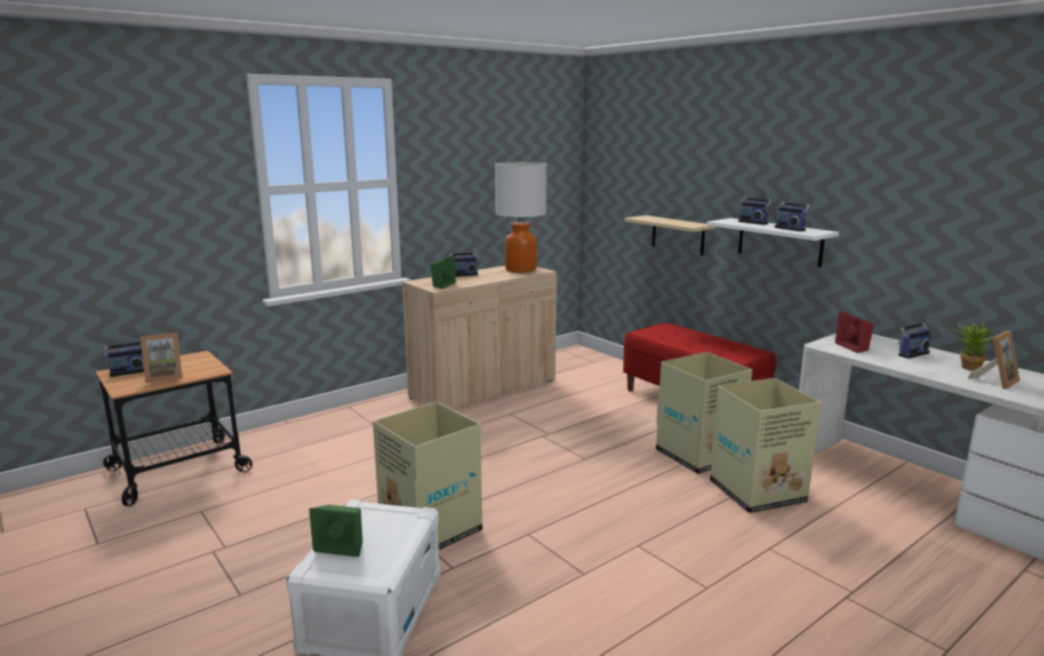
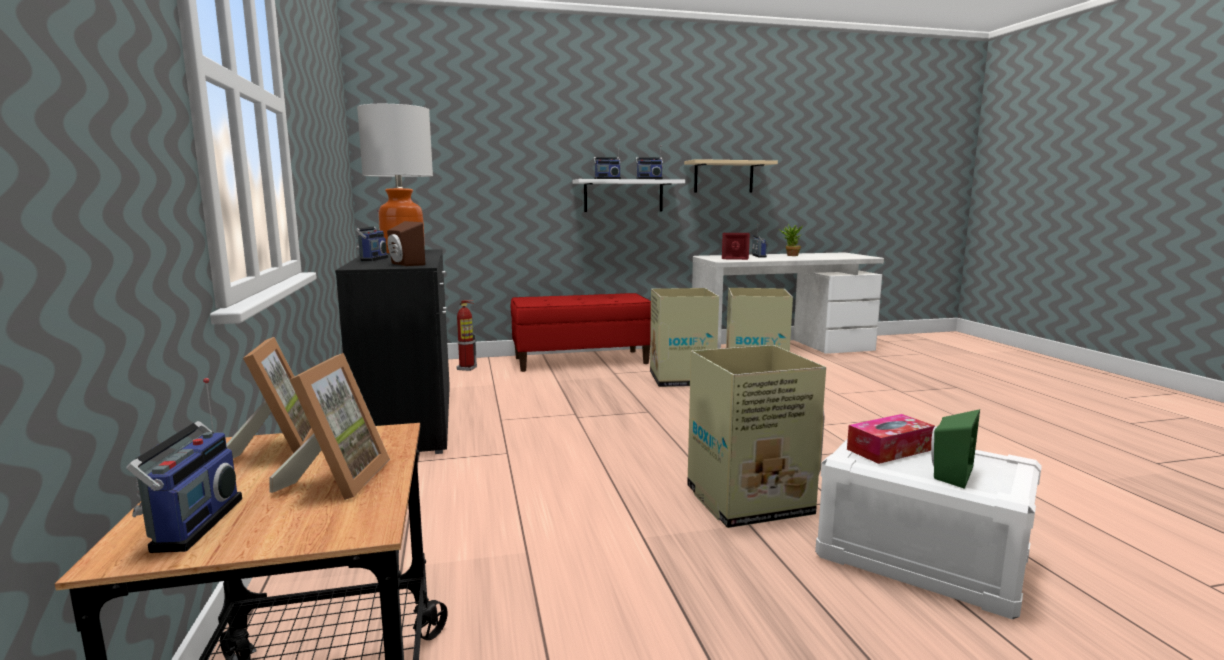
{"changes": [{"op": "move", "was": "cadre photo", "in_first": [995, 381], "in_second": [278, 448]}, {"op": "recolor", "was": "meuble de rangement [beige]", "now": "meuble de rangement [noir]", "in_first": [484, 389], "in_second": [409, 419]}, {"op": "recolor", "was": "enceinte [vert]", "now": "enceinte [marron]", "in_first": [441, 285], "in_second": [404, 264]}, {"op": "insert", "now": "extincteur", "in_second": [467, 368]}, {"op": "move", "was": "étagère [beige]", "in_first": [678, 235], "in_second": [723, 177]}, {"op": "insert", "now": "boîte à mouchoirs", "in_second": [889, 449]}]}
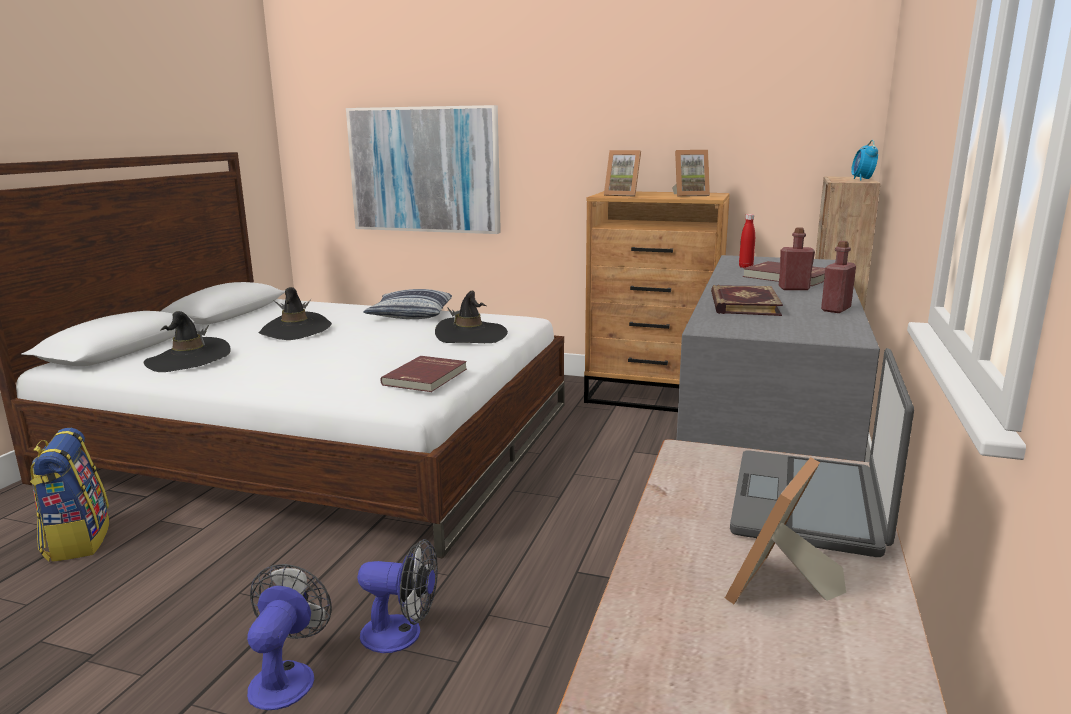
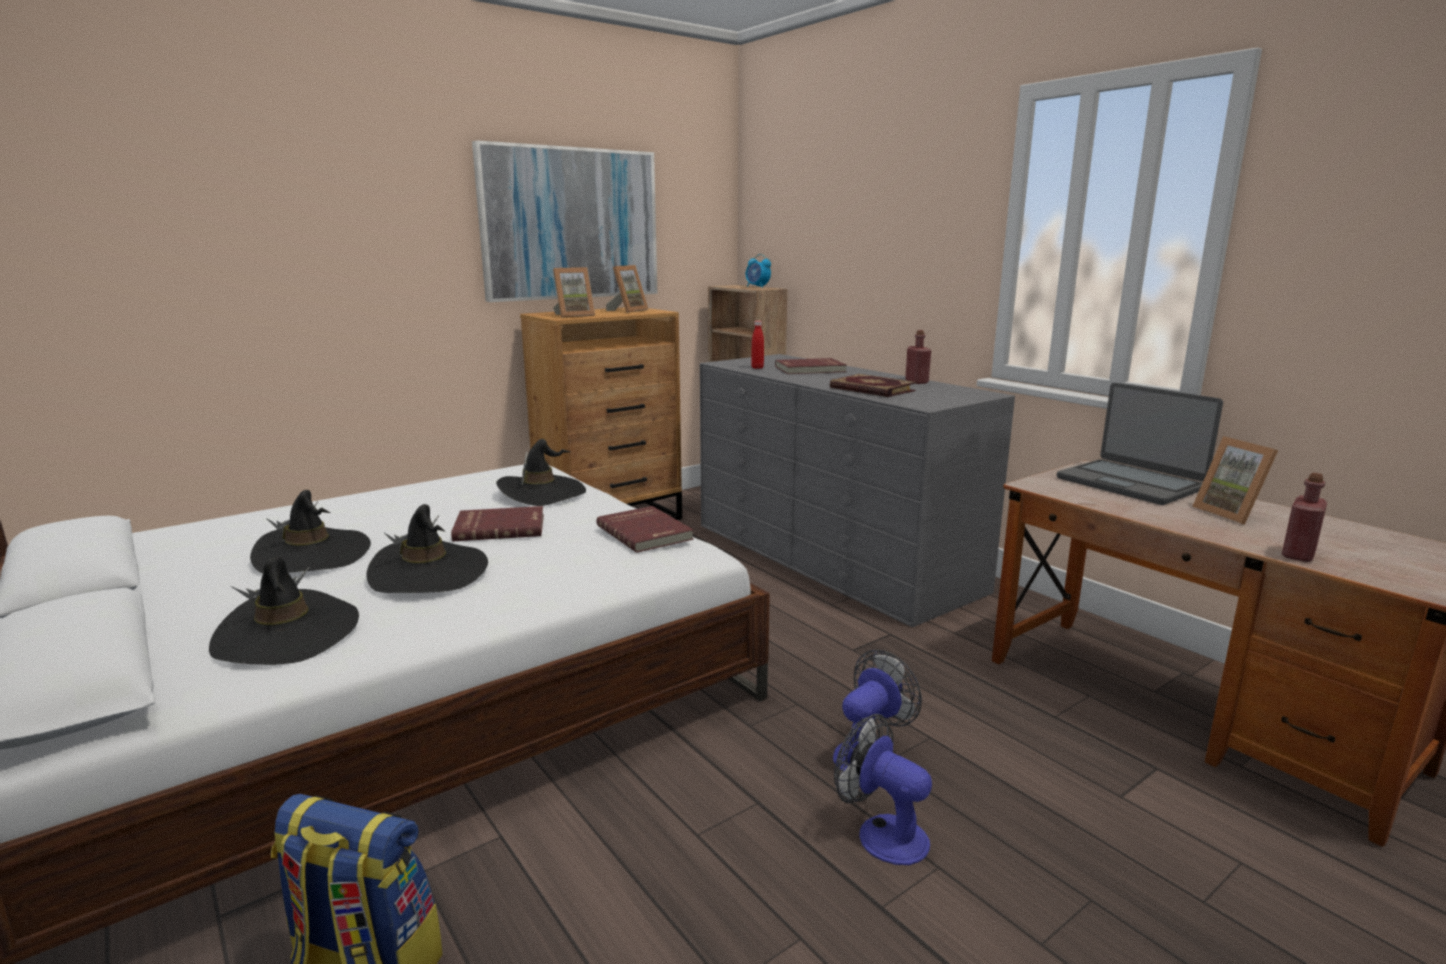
{"changes": [{"op": "insert", "now": "chapeau [noir]", "in_second": [429, 573]}, {"op": "insert", "now": "livre [rouge]", "in_second": [500, 527]}, {"op": "move", "was": "tableau", "in_first": [425, 170], "in_second": [570, 224]}, {"op": "move", "was": "bouteille [rouge]", "in_first": [794, 288], "in_second": [1298, 555]}, {"op": "delete", "was": "coussin", "in_first": [410, 314]}]}
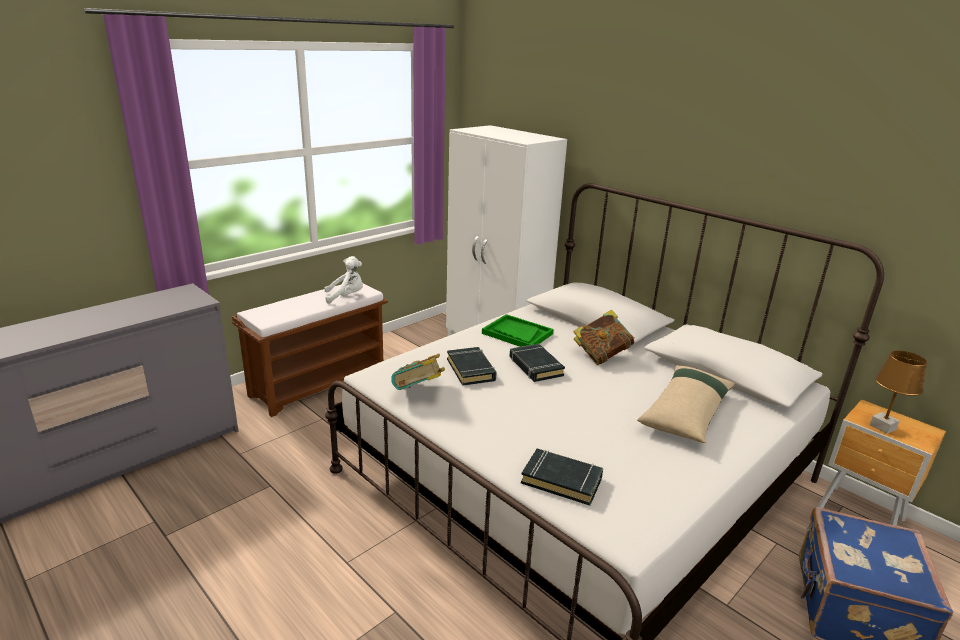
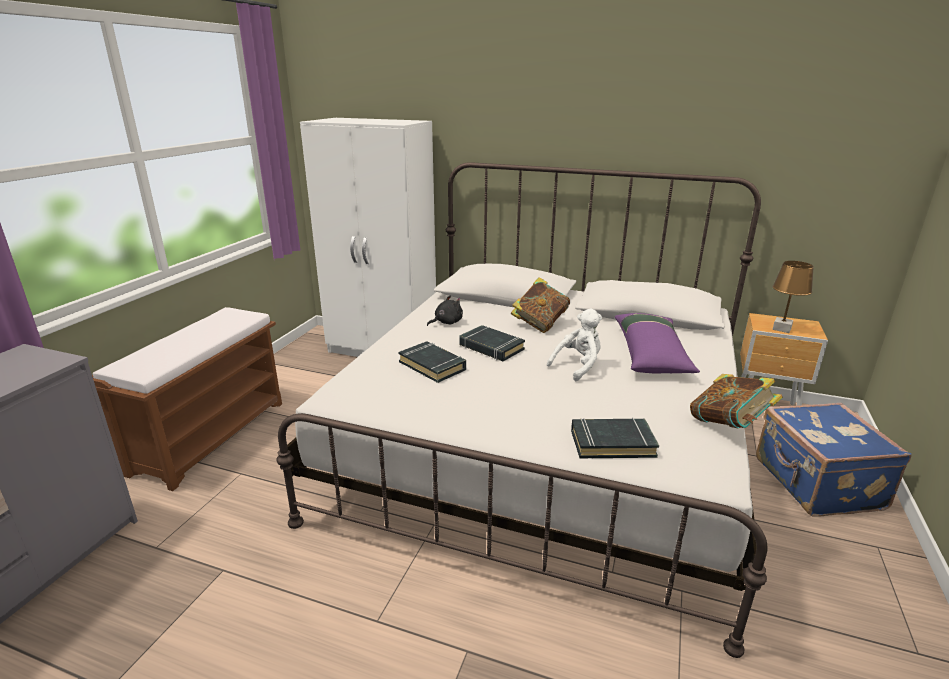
{"changes": [{"op": "replace", "was": "plateau [vert]", "now": "peluche [noir]", "in_first": [517, 333], "in_second": [446, 322]}, {"op": "move", "was": "peluche [blanc]", "in_first": [346, 297], "in_second": [578, 366]}, {"op": "recolor", "was": "coussin [beige]", "now": "coussin [violet]", "in_first": [686, 412], "in_second": [651, 353]}, {"op": "move", "was": "livre", "in_first": [419, 392], "in_second": [729, 425]}]}
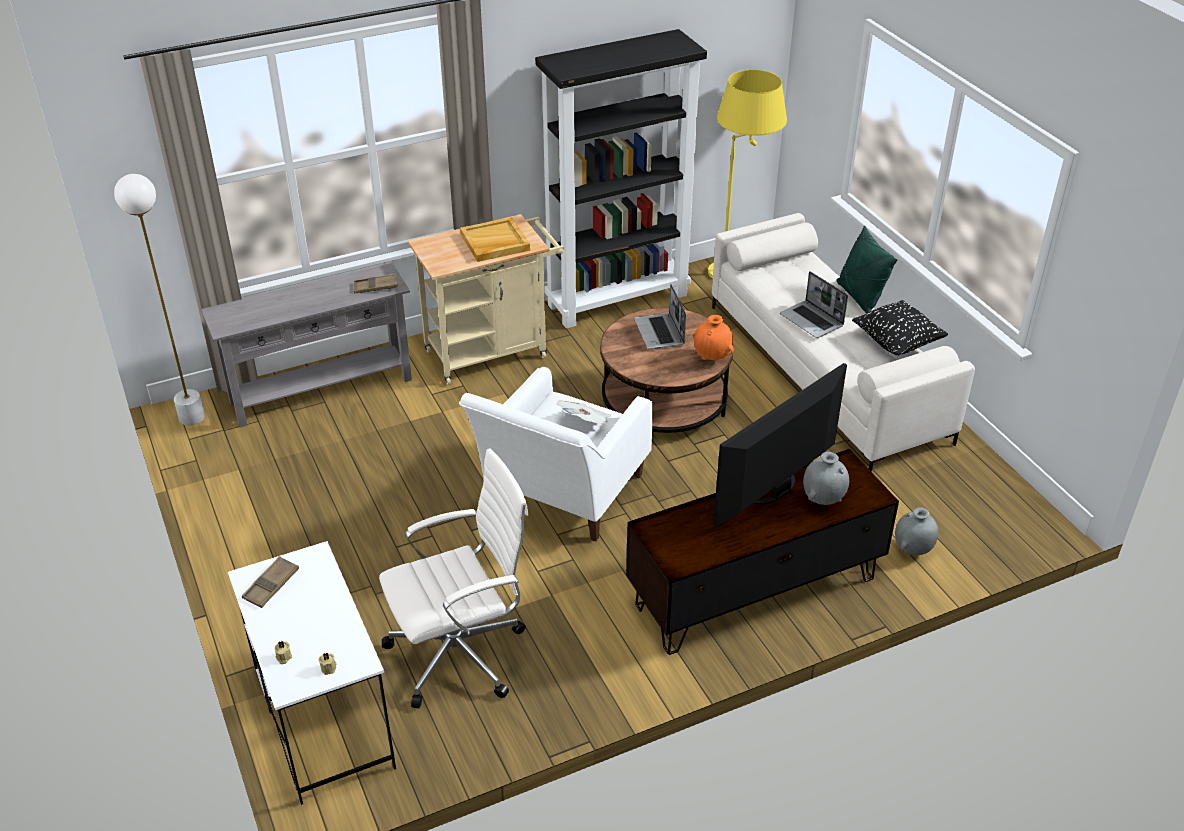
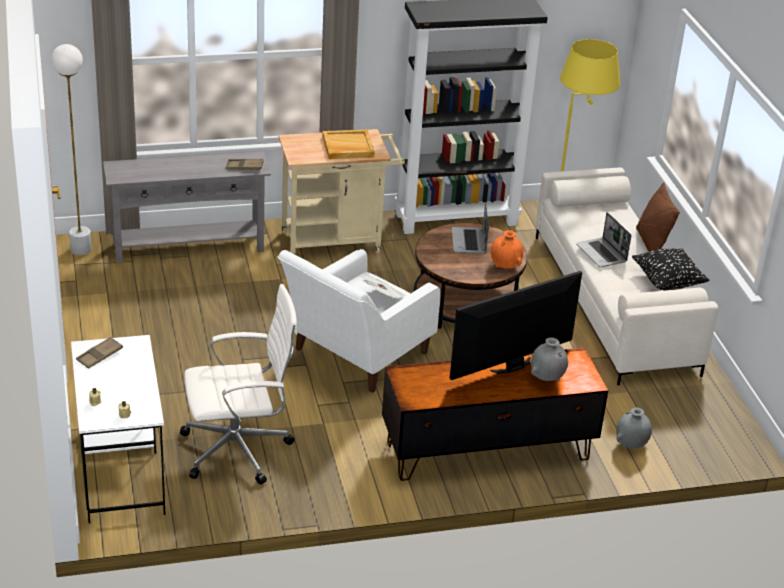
{"changes": [{"op": "recolor", "was": "coussin [vert]", "now": "coussin [marron]", "in_first": [859, 297], "in_second": [651, 243]}]}
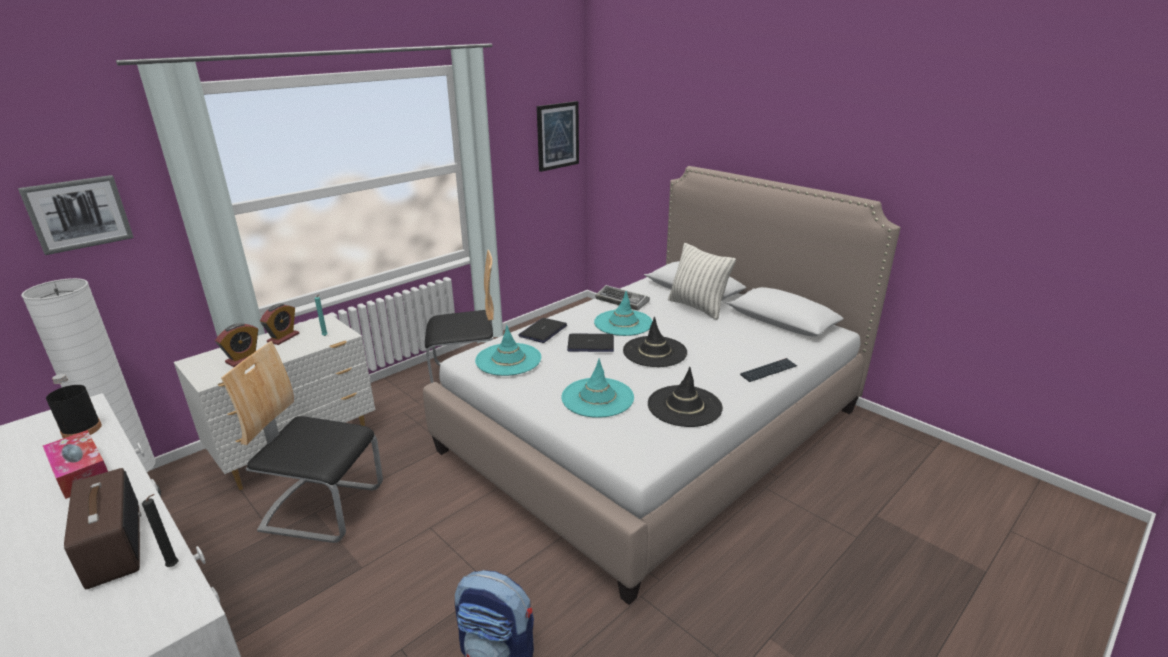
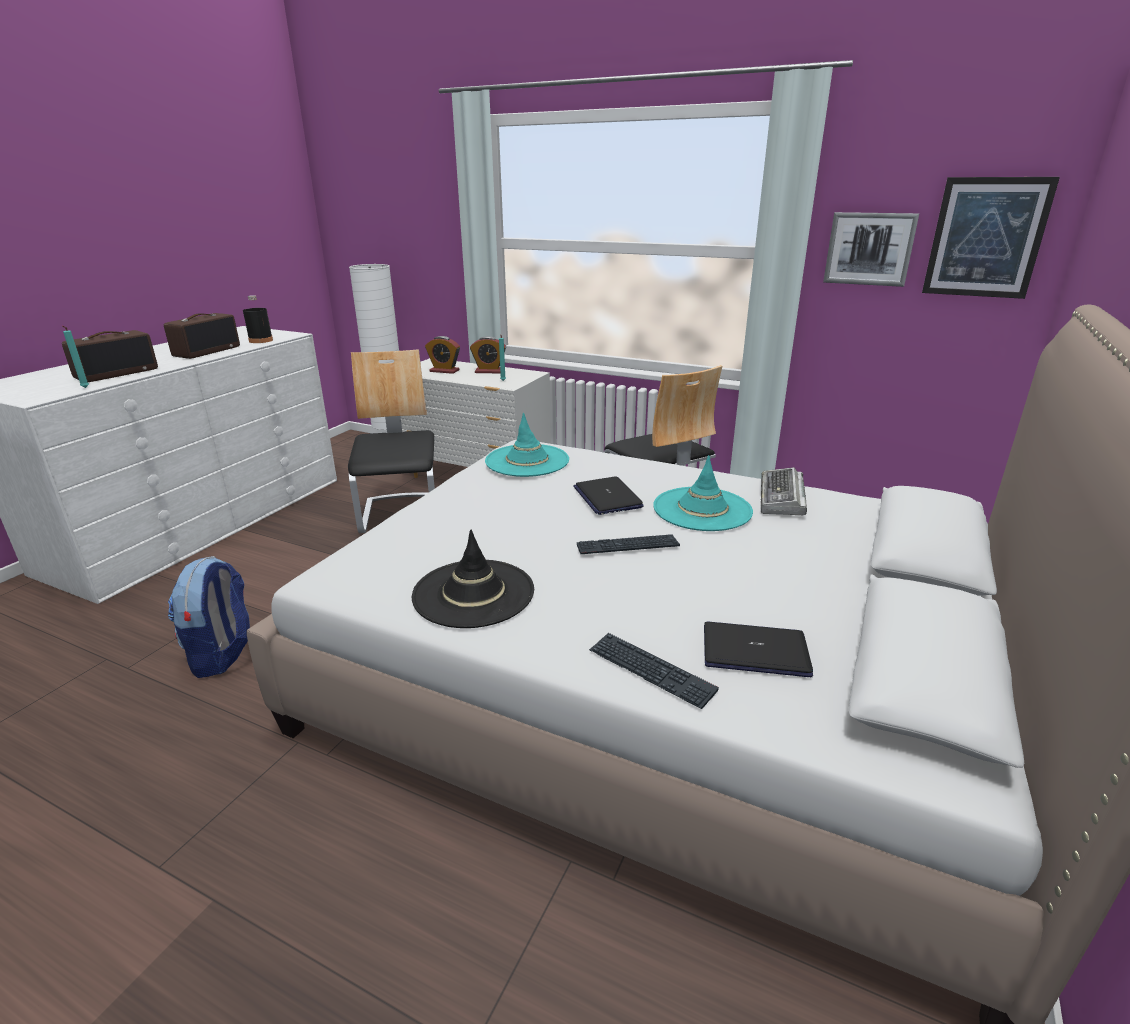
{"changes": [{"op": "recolor", "was": "bougie [noir]", "now": "bougie [turquoise]", "in_first": [175, 566], "in_second": [85, 388]}, {"op": "replace", "was": "boîte à mouchoirs", "now": "radio", "in_first": [81, 472], "in_second": [207, 351]}, {"op": "replace", "was": "chapeau [noir]", "now": "clavier", "in_first": [654, 352], "in_second": [627, 546]}, {"op": "move", "was": "ordinateur portable", "in_first": [543, 331], "in_second": [755, 651]}, {"op": "move", "was": "tableau", "in_first": [78, 214], "in_second": [869, 249]}, {"op": "delete", "was": "chapeau [turquoise]", "in_first": [597, 398]}, {"op": "delete", "was": "coussin", "in_first": [697, 307]}]}
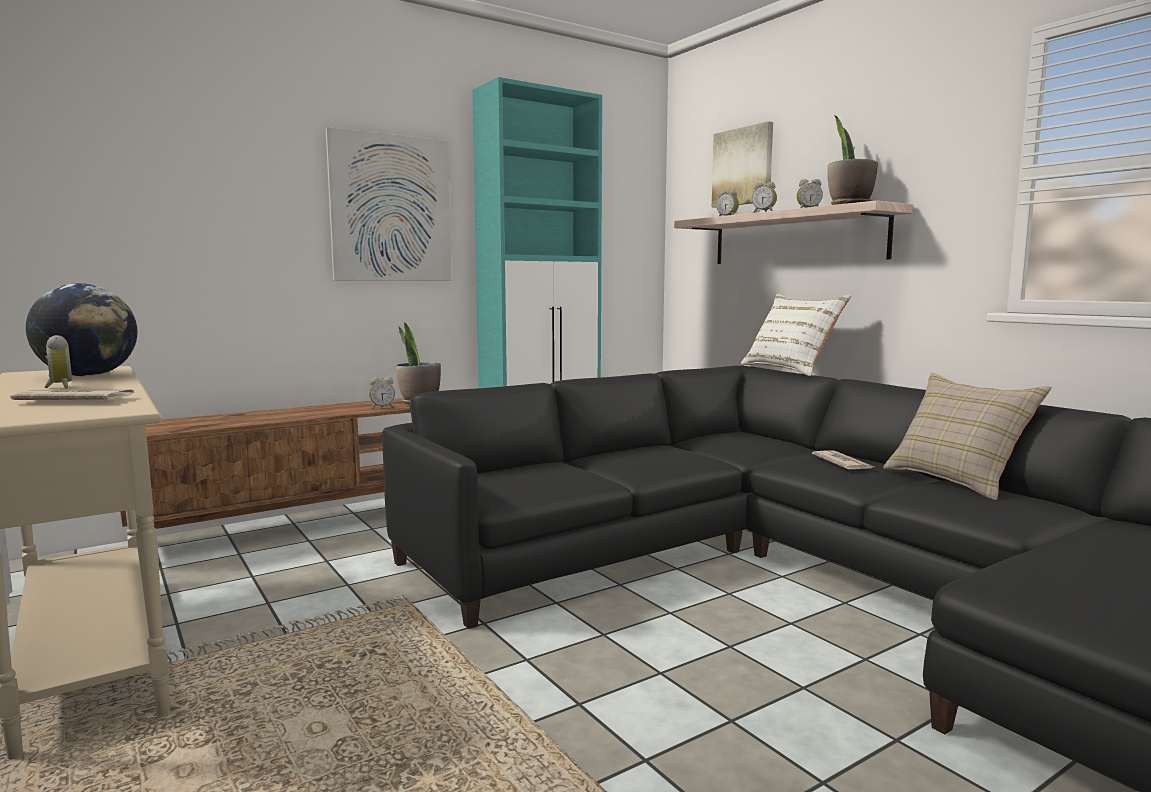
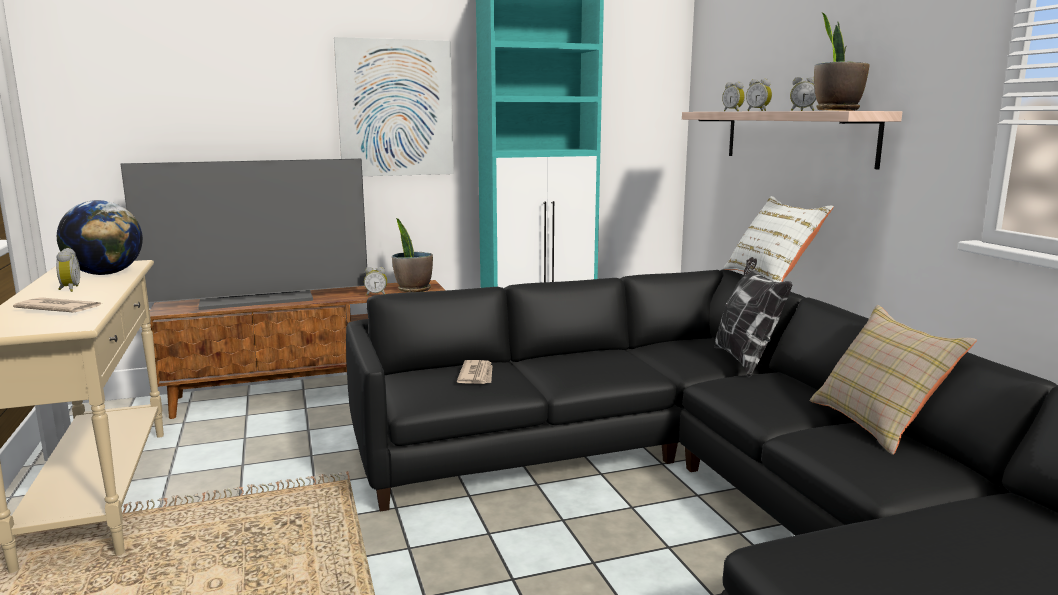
{"changes": [{"op": "insert", "now": "téléviseur", "in_second": [258, 299]}, {"op": "move", "was": "journal", "in_first": [842, 463], "in_second": [477, 375]}, {"op": "insert", "now": "coussin", "in_second": [745, 360]}, {"op": "delete", "was": "tableau", "in_first": [743, 166]}]}
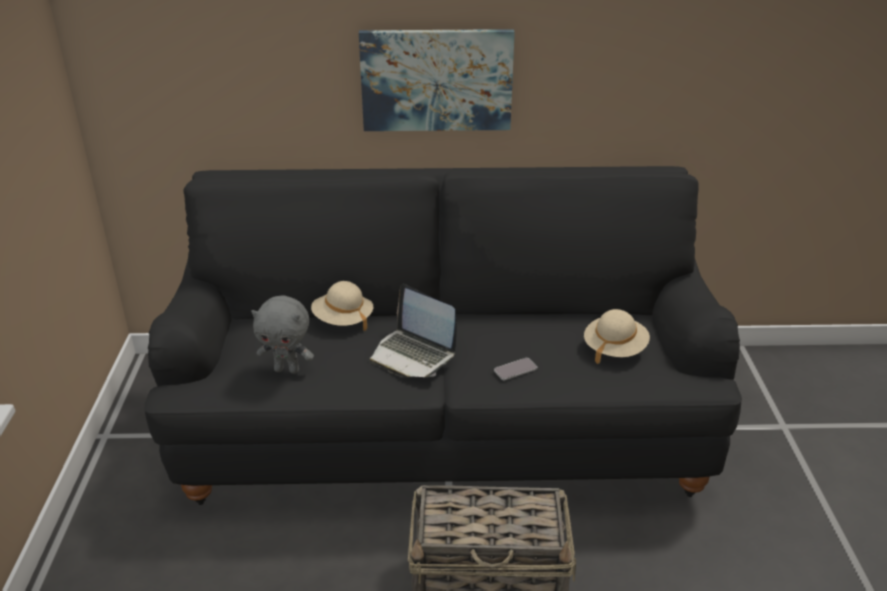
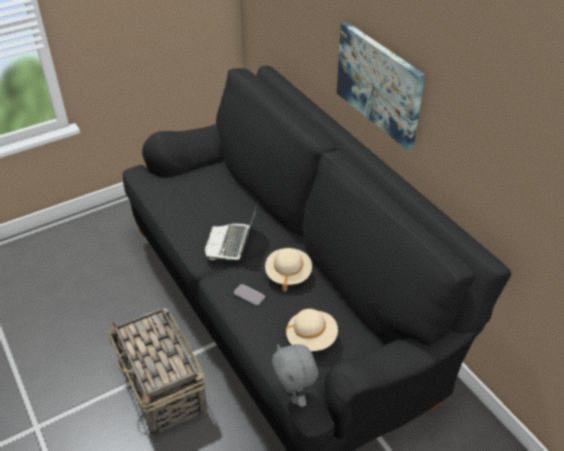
{"changes": [{"op": "move", "was": "chapeau [beige]", "in_first": [343, 319], "in_second": [288, 274]}, {"op": "move", "was": "peluche [gris]", "in_first": [287, 369], "in_second": [294, 395]}]}
